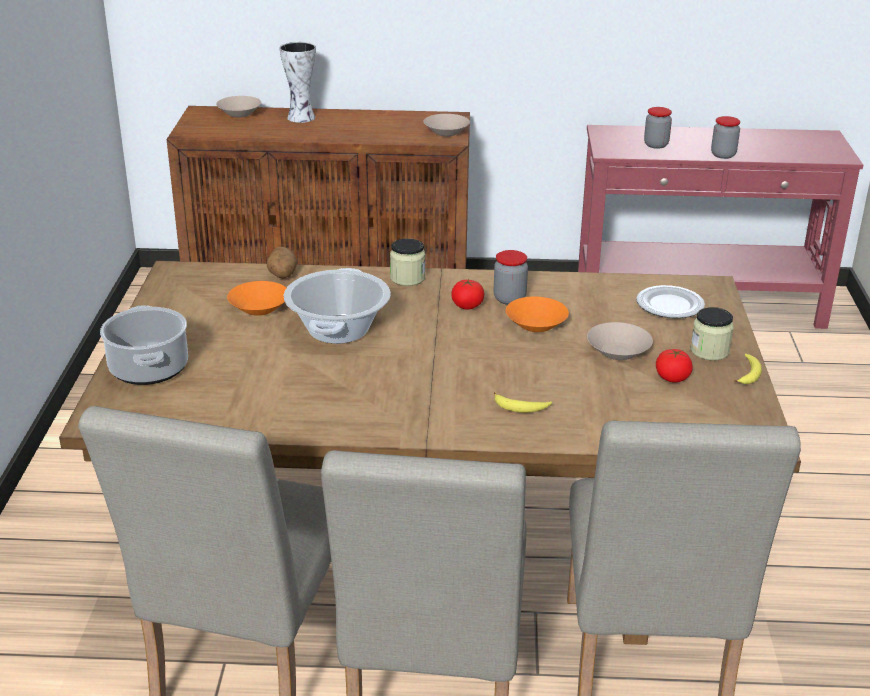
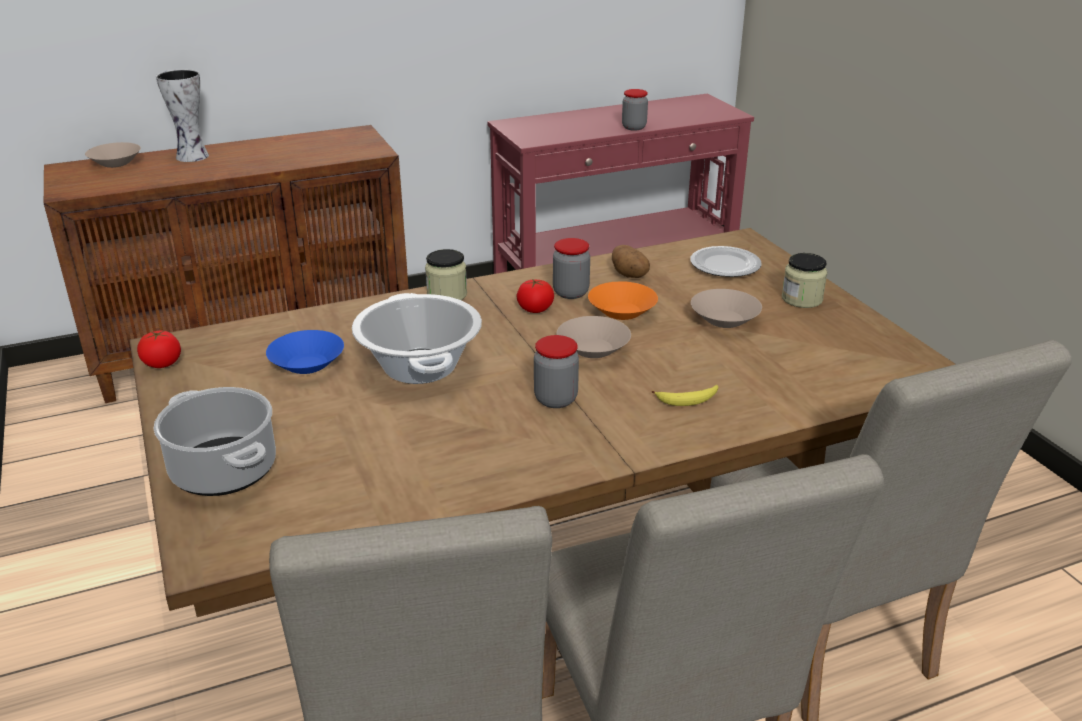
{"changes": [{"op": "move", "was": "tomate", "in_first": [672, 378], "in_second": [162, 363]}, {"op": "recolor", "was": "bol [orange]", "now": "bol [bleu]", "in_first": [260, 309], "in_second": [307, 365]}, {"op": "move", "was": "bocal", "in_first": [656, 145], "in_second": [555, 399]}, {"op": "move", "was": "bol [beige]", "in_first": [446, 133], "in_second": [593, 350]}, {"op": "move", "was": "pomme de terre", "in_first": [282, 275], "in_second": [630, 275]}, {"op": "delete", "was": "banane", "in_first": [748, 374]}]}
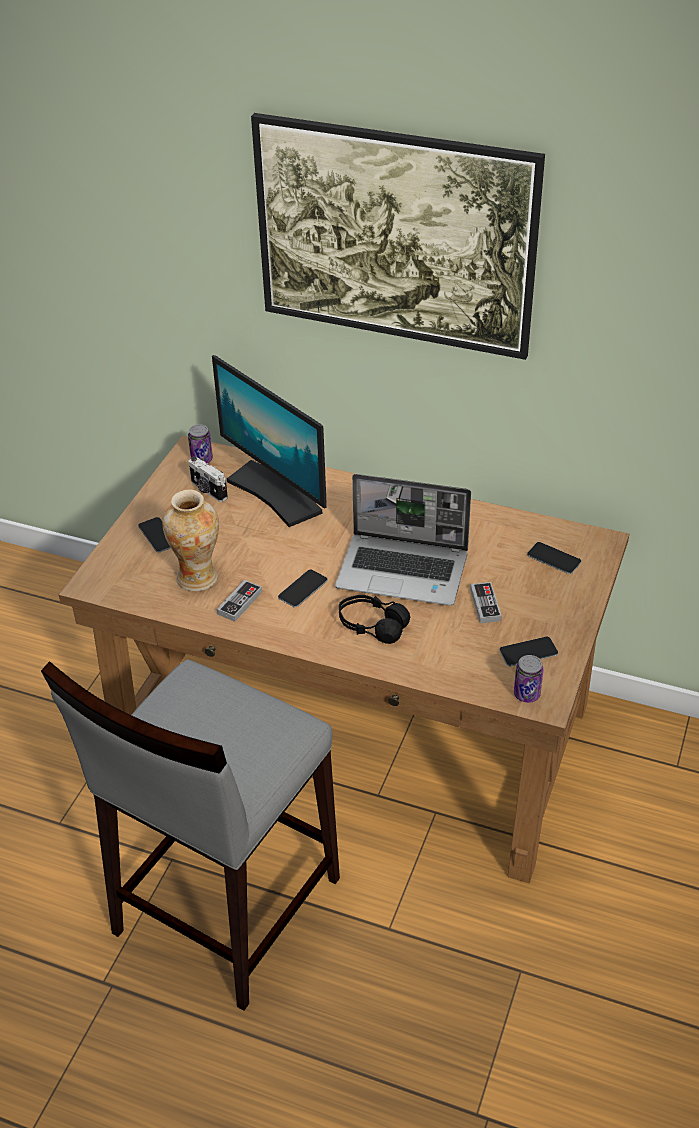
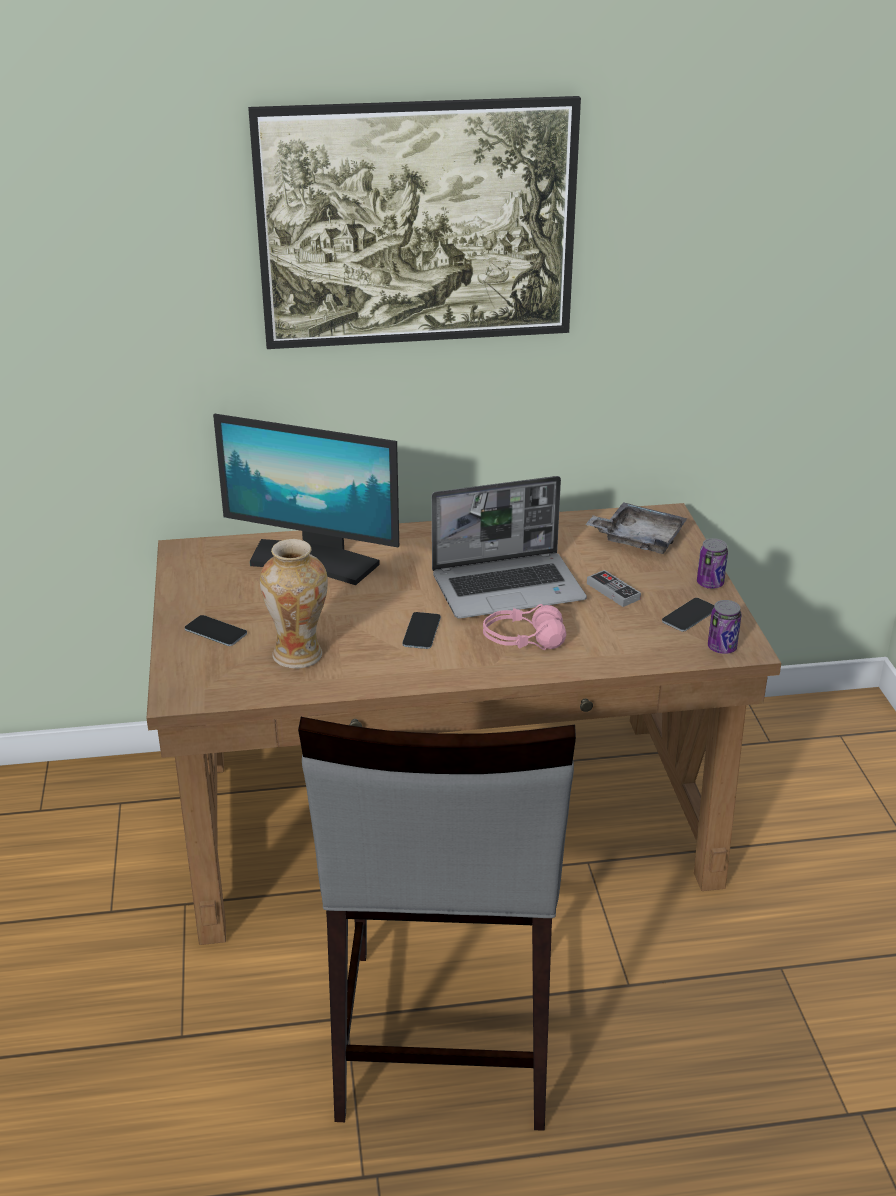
{"changes": [{"op": "recolor", "was": "casque audio [noir]", "now": "casque audio [rose]", "in_first": [372, 626], "in_second": [523, 640]}, {"op": "replace", "was": "téléphone", "now": "plateau [gris]", "in_first": [554, 558], "in_second": [638, 539]}, {"op": "move", "was": "boîte métallique", "in_first": [202, 459], "in_second": [710, 583]}, {"op": "delete", "was": "appareil photo", "in_first": [208, 490]}, {"op": "delete", "was": "manette", "in_first": [240, 603]}]}
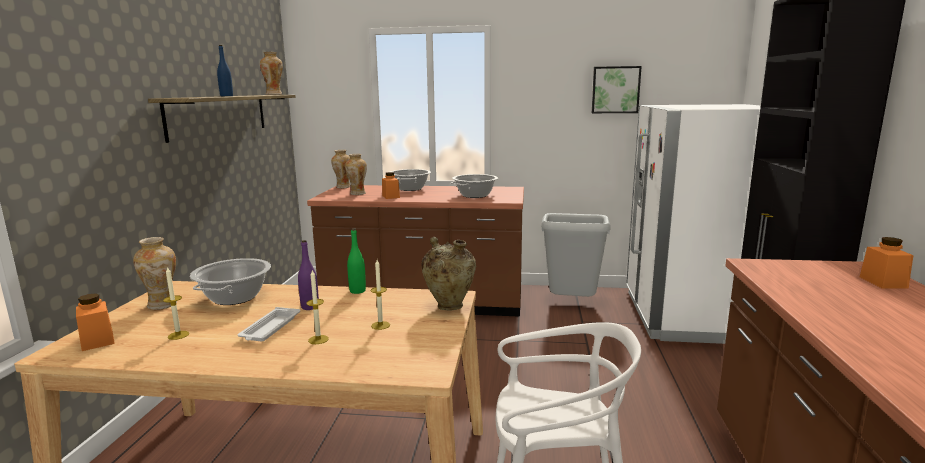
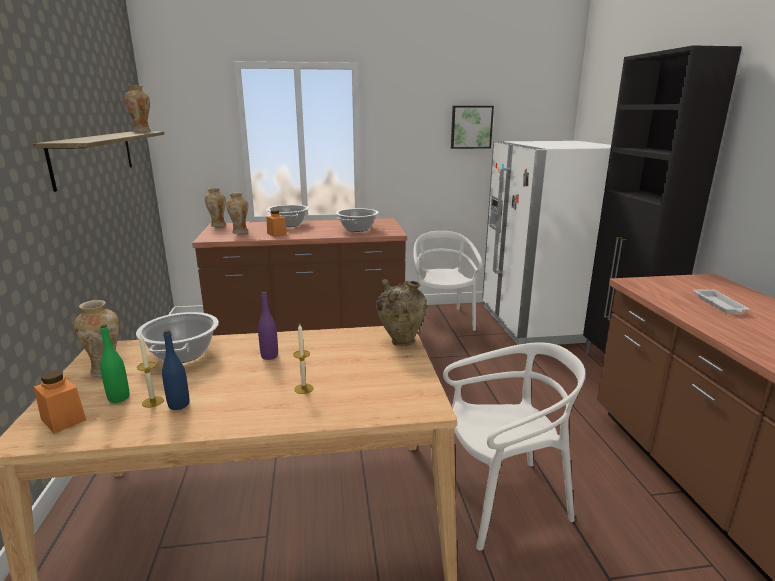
{"changes": [{"op": "move", "was": "bouteille [vert]", "in_first": [357, 291], "in_second": [119, 398]}, {"op": "move", "was": "bouteille [bleu]", "in_first": [226, 96], "in_second": [179, 405]}, {"op": "replace", "was": "poubelle [gris]", "now": "chaise [blanc]", "in_first": [572, 303], "in_second": [441, 320]}, {"op": "move", "was": "plateau [blanc]", "in_first": [270, 328], "in_second": [719, 304]}, {"op": "delete", "was": "bougie", "in_first": [380, 325]}, {"op": "delete", "was": "bocal [orange]", "in_first": [883, 282]}]}
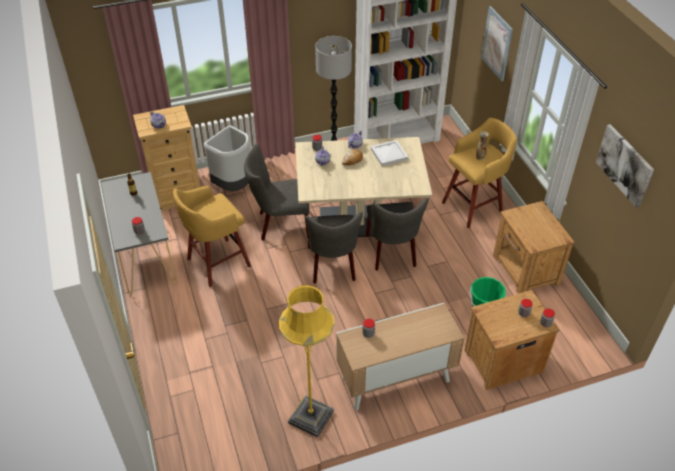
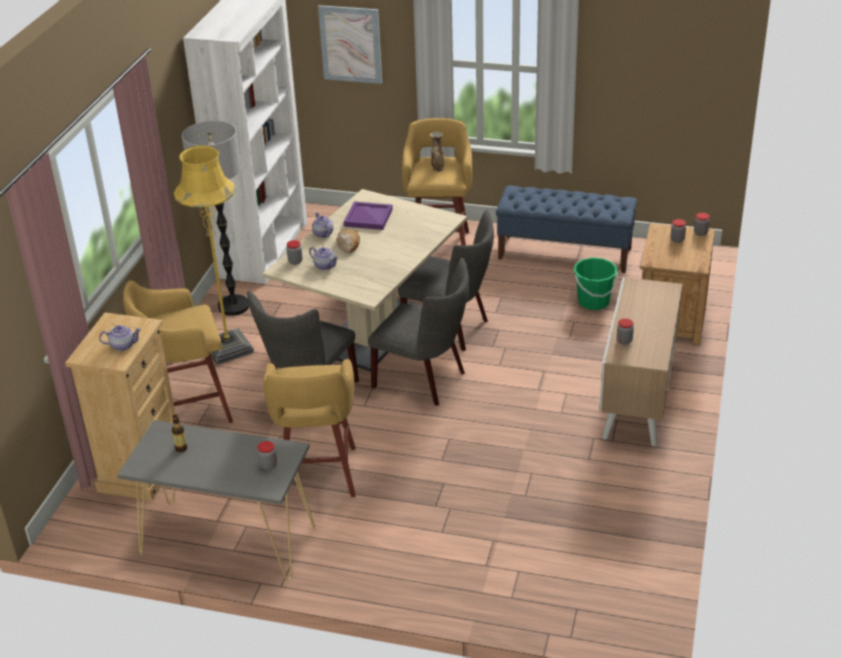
{"changes": [{"op": "replace", "was": "poubelle [gris]", "now": "tabouret [jaune]", "in_first": [234, 186], "in_second": [188, 410]}, {"op": "move", "was": "lampadaire [jaune]", "in_first": [311, 417], "in_second": [228, 348]}, {"op": "recolor", "was": "plateau [blanc]", "now": "plateau [violet]", "in_first": [389, 154], "in_second": [369, 217]}, {"op": "replace", "was": "table de chevet [marron]", "now": "banc [bleu]", "in_first": [525, 270], "in_second": [565, 253]}, {"op": "delete", "was": "tableau", "in_first": [625, 165]}]}
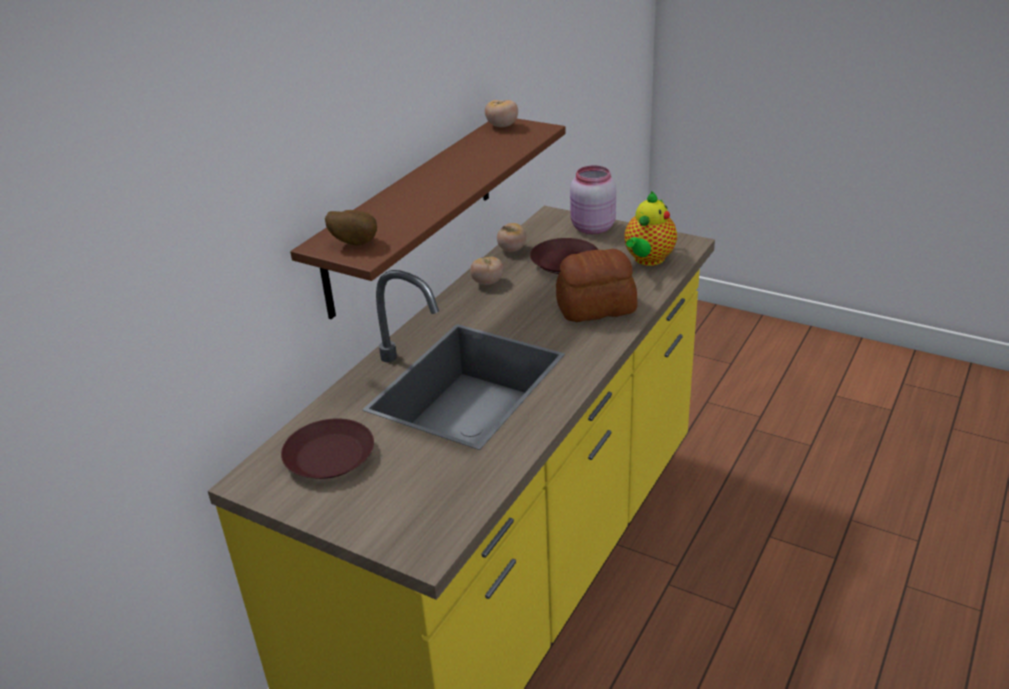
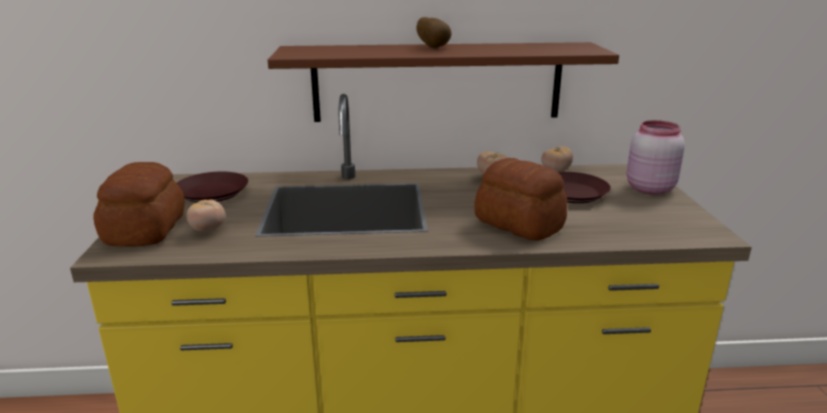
{"changes": [{"op": "insert", "now": "pain", "in_second": [147, 229]}, {"op": "move", "was": "tomate", "in_first": [502, 126], "in_second": [208, 230]}, {"op": "move", "was": "pomme de terre", "in_first": [355, 243], "in_second": [434, 47]}, {"op": "delete", "was": "théière", "in_first": [648, 260]}]}
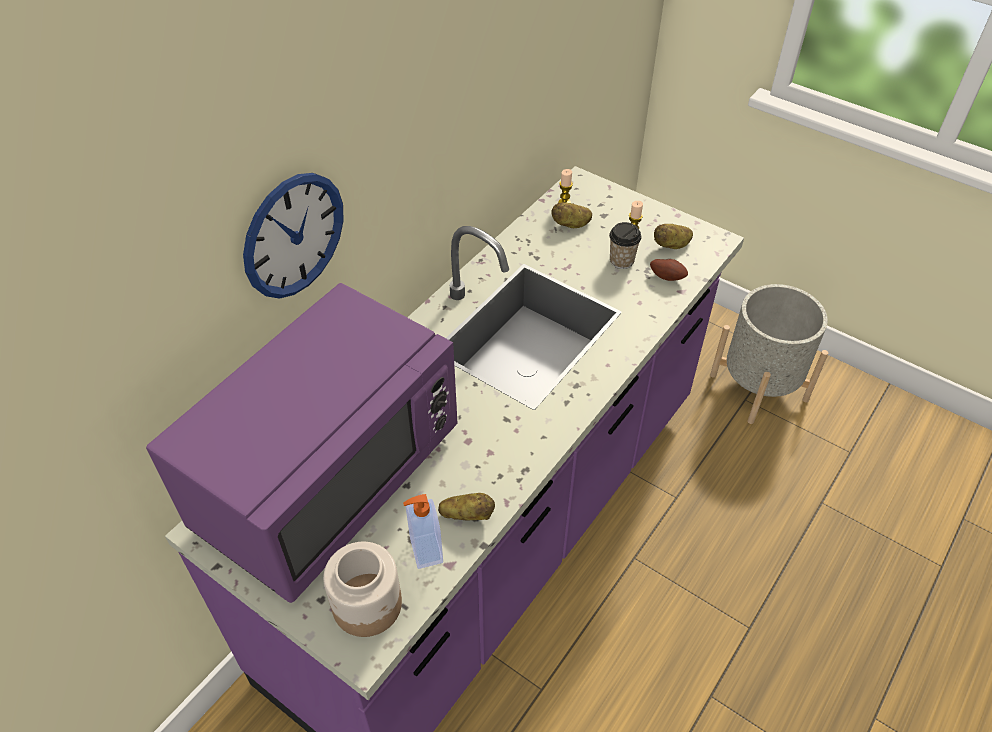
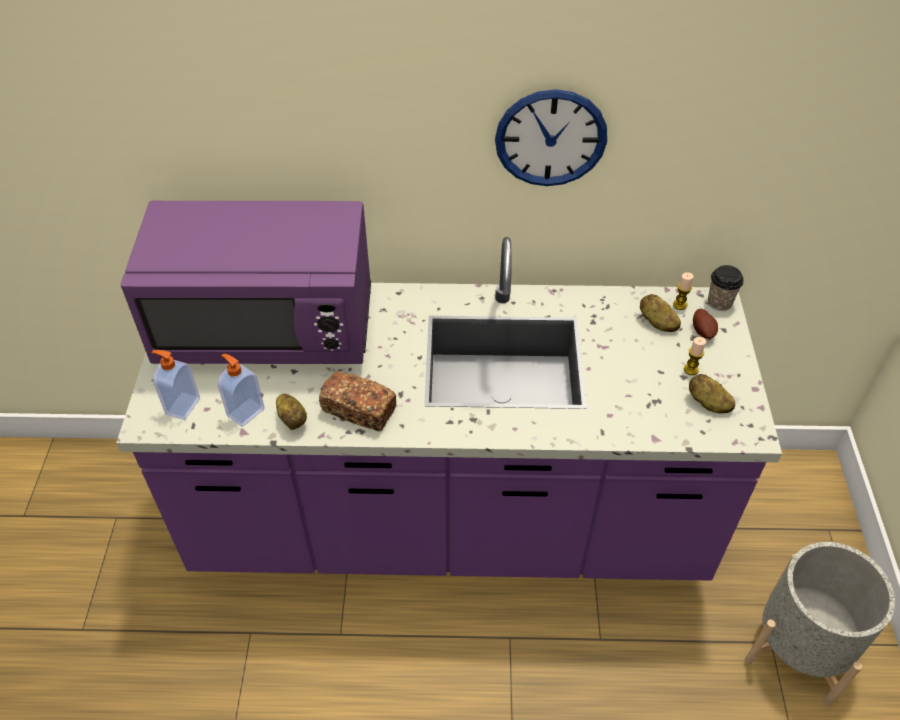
{"changes": [{"op": "replace", "was": "bocal", "now": "distributeur de savon", "in_first": [368, 604], "in_second": [182, 406]}, {"op": "insert", "now": "pain", "in_second": [359, 410]}, {"op": "move", "was": "horloge murale", "in_first": [294, 235], "in_second": [550, 138]}, {"op": "move", "was": "pomme de terre", "in_first": [667, 276], "in_second": [703, 331]}, {"op": "move", "was": "tasse", "in_first": [621, 261], "in_second": [719, 302]}]}
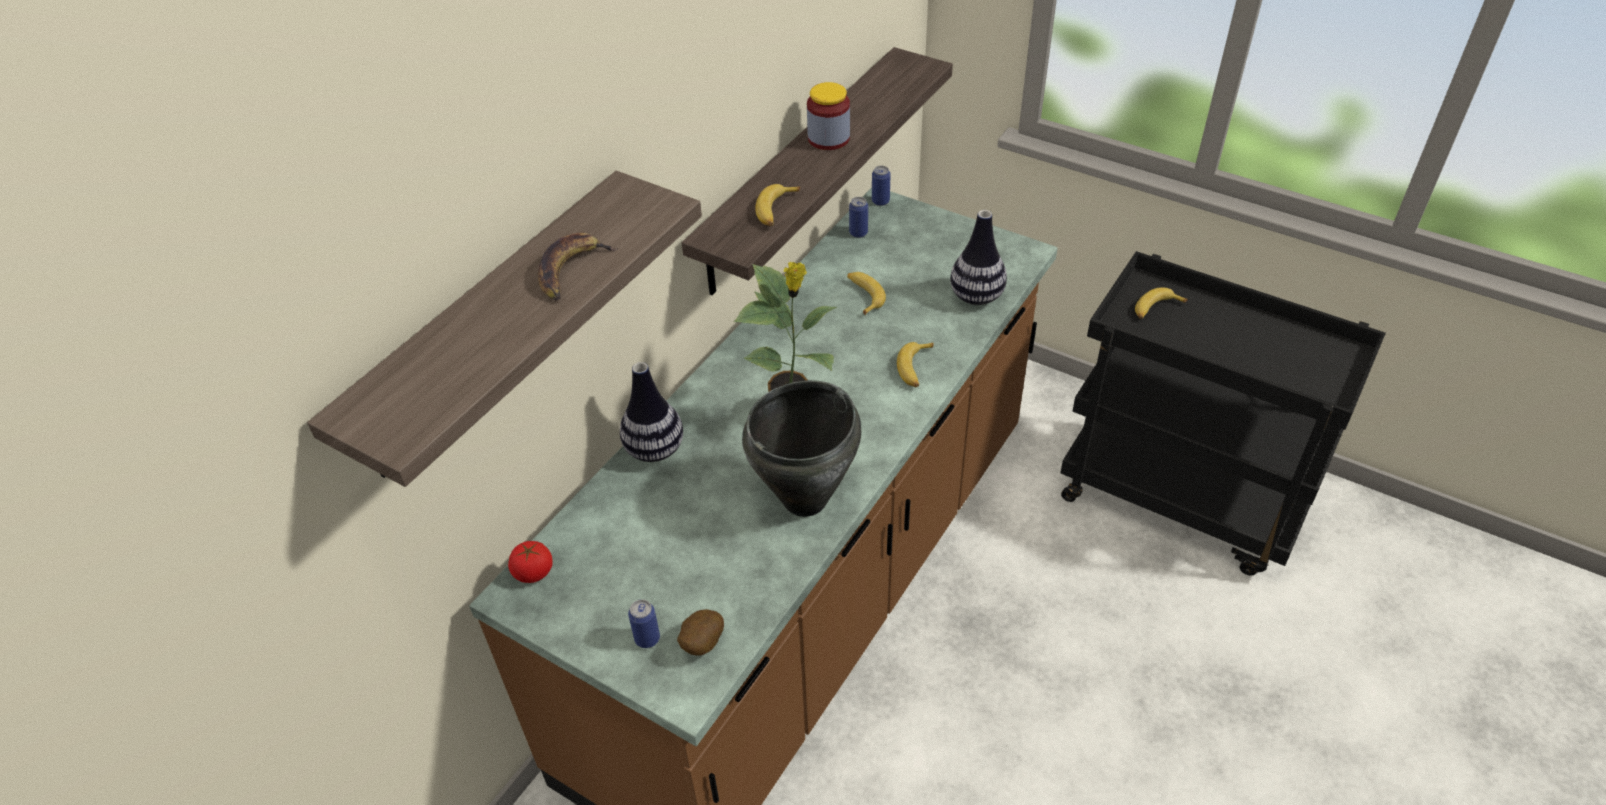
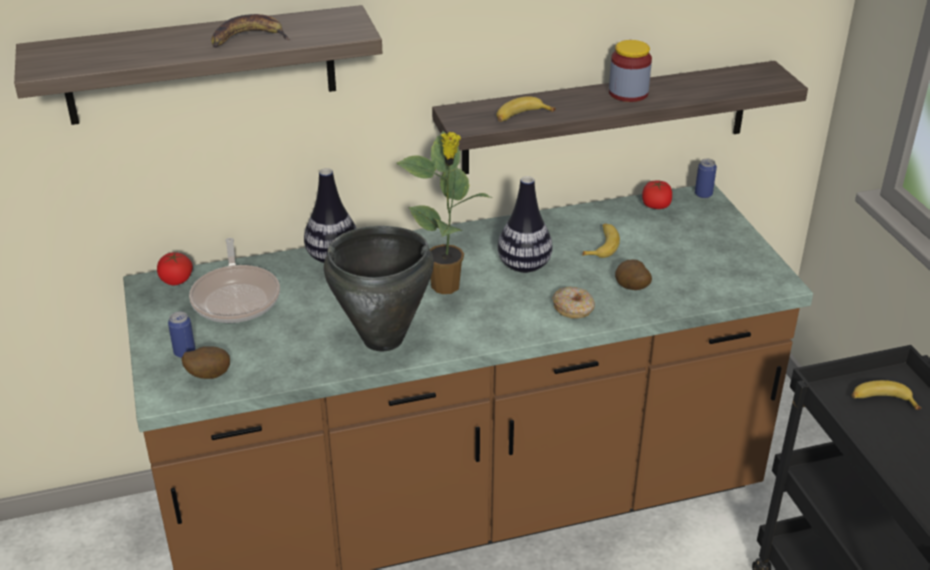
{"changes": [{"op": "insert", "now": "poêle", "in_second": [236, 297]}, {"op": "move", "was": "vase", "in_first": [976, 296], "in_second": [524, 266]}, {"op": "replace", "was": "banane", "now": "beignet", "in_first": [915, 369], "in_second": [573, 308]}, {"op": "insert", "now": "pomme de terre", "in_second": [631, 289]}, {"op": "replace", "was": "boîte métallique", "now": "tomate", "in_first": [858, 233], "in_second": [655, 206]}]}
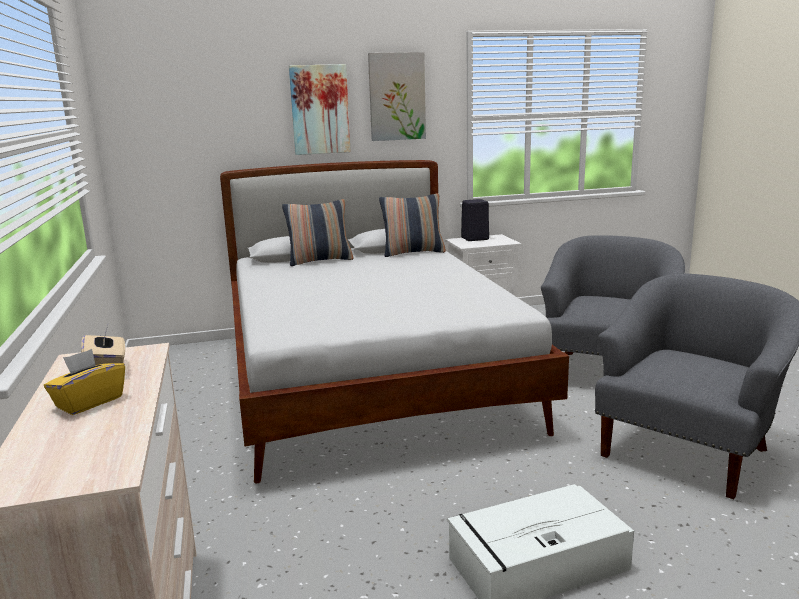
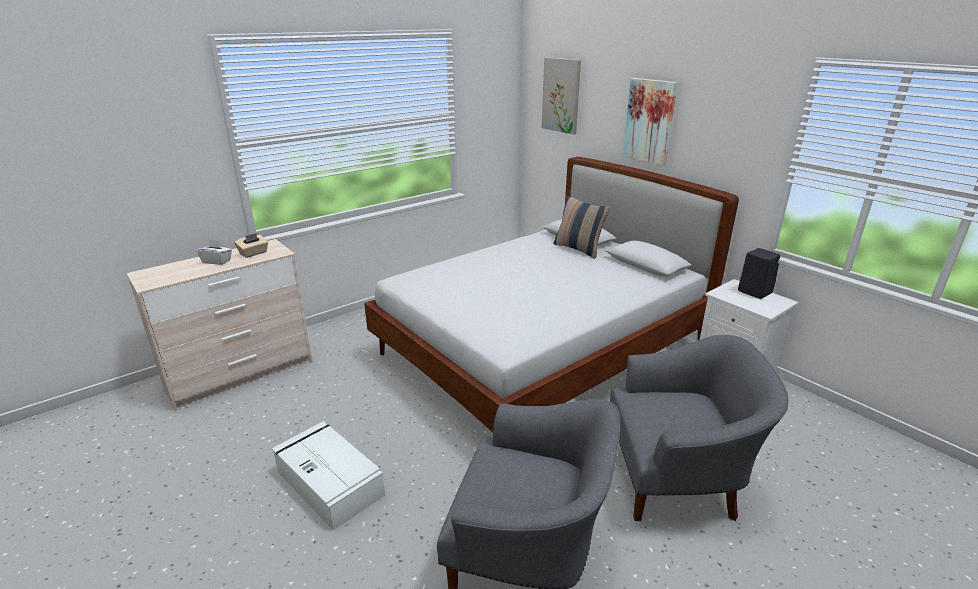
{"changes": [{"op": "recolor", "was": "boîte à mouchoirs [jaune]", "now": "boîte à mouchoirs [blanc]", "in_first": [89, 402], "in_second": [217, 261]}, {"op": "move", "was": "tableau", "in_first": [397, 97], "in_second": [561, 95]}, {"op": "delete", "was": "coussin", "in_first": [413, 252]}]}
